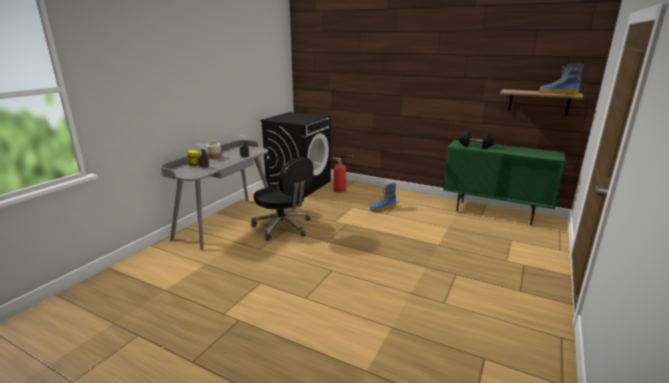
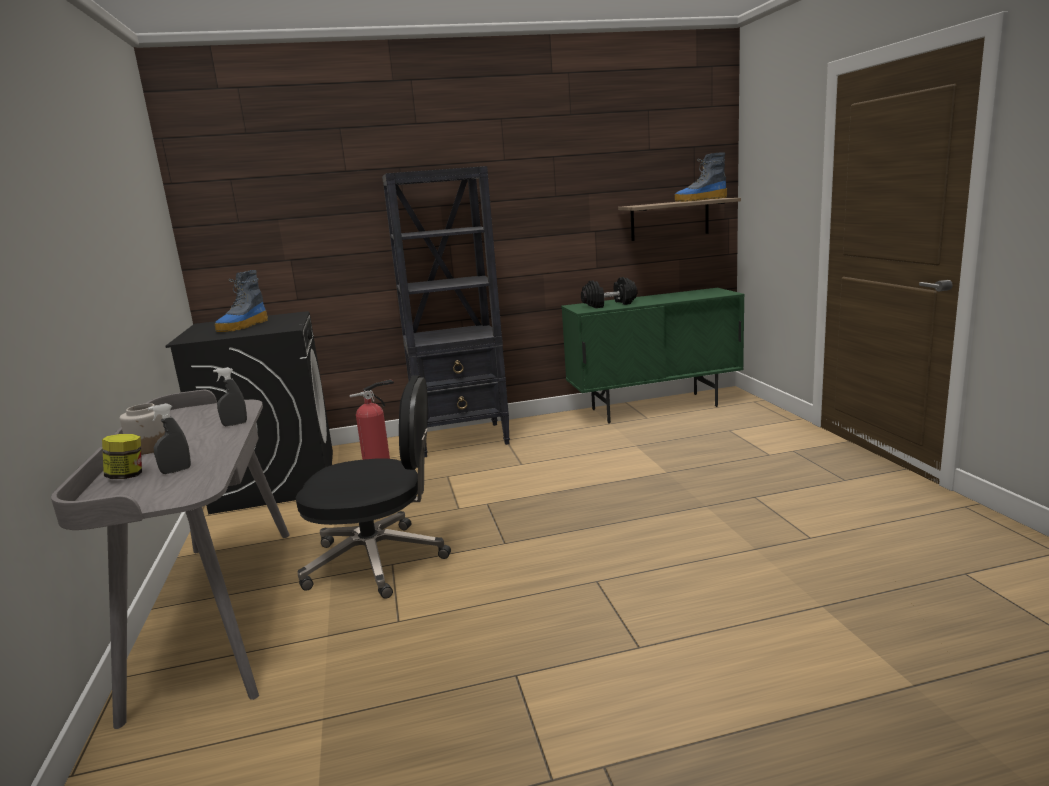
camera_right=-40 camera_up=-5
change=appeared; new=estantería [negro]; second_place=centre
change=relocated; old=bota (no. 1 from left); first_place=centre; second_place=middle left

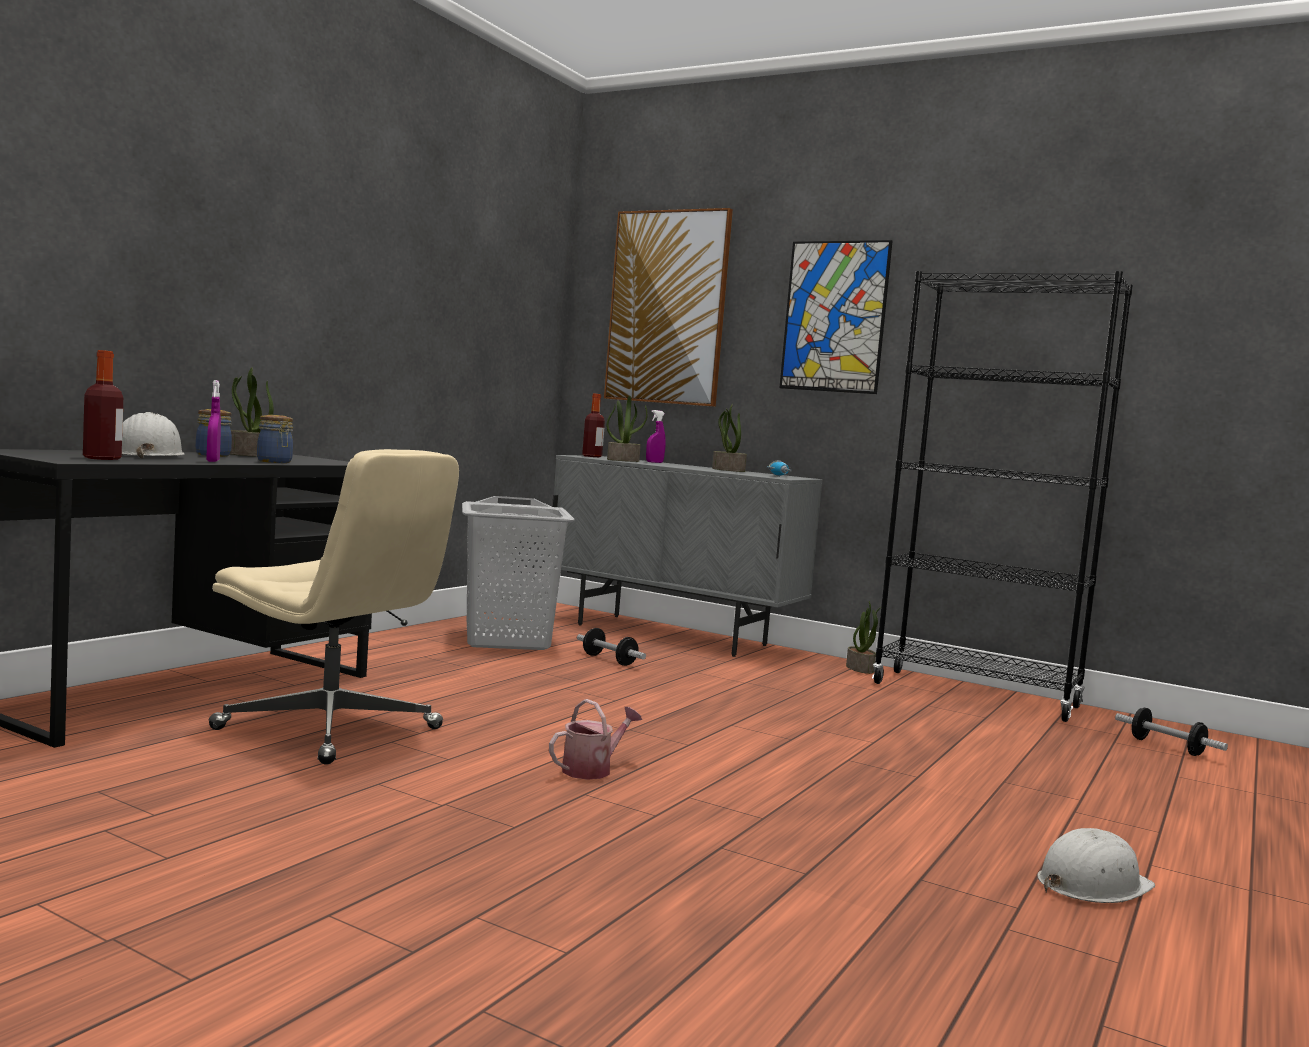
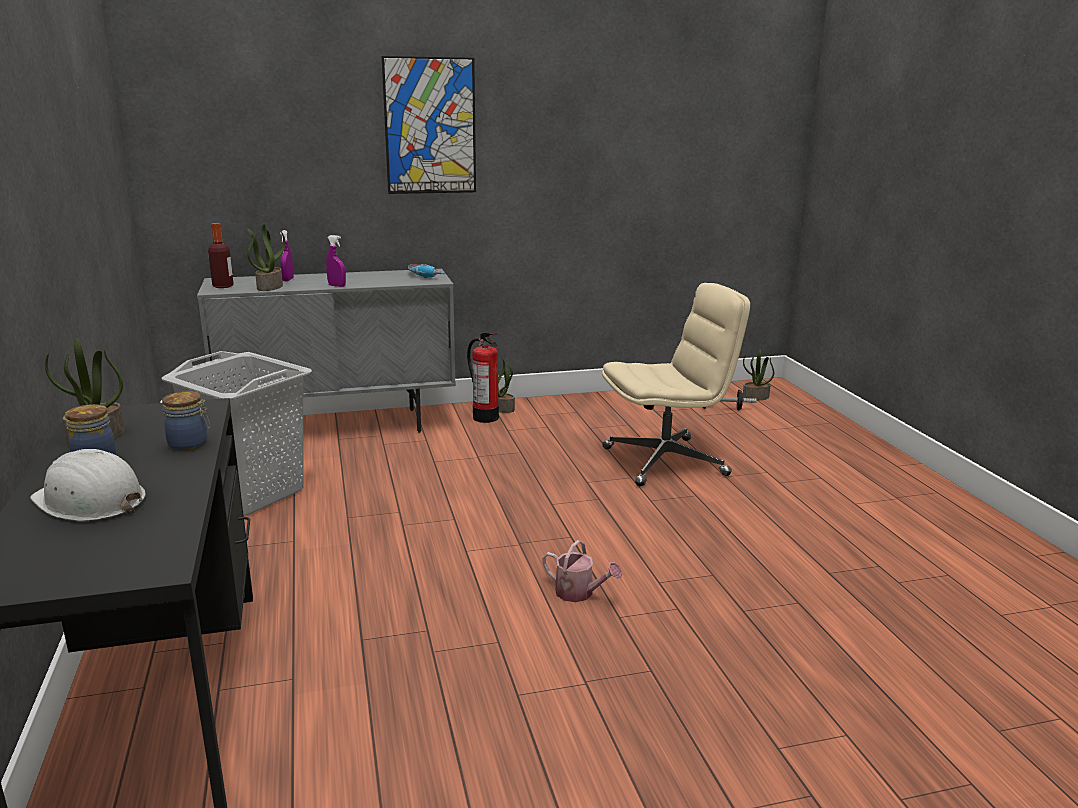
camera_right=-45 camera_up=15
change=missing; old=botella (no. 1 from left); first_place=middle left
change=missing; old=mancuerna (no. 1 from left); first_place=centre
change=missing; old=cuadro (no. 1 from left); first_place=top centre
change=missing; old=estantería [negro]; first_place=middle right
change=missing; old=casco [blanco] (no. 2 from left); first_place=bottom right
change=appeared; new=extintor; second_place=centre
change=relocated; old=pulverizador [morado] (no. 1 from left in the first image); new=pulverizador [morado] (no. 2 from left); first_place=middle left; second_place=top left
change=relocated; old=silla de oficina [beis]; first_place=middle left; second_place=centre
change=relocated; old=planta en maceta (no. 3 from left in the first image); new=planta en maceta (no. 4 from left); first_place=centre; second_place=middle right
change=spun; old=regadera; first_place=bottom centre; second_place=bottom centre; degrees=120

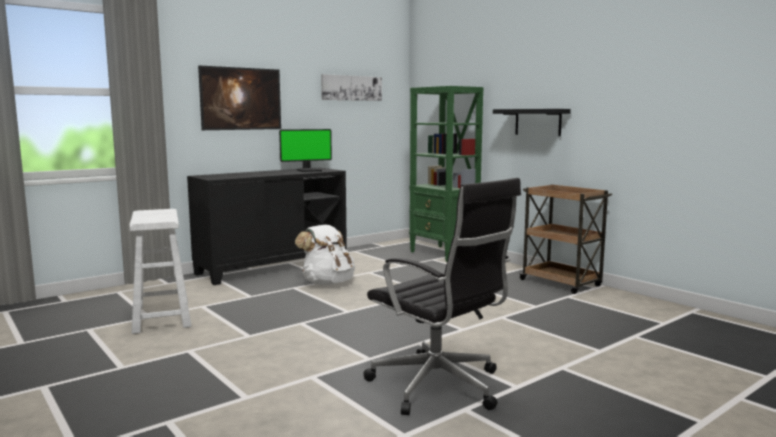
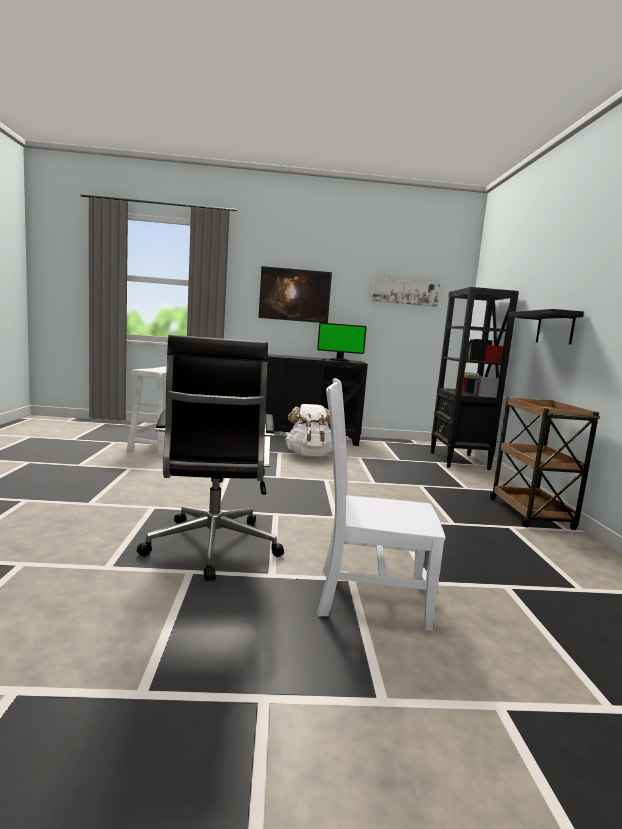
camera_right=35 camera_up=0
change=appeared; new=silla [blanco]; second_place=centre
change=colour; old=estantería [verde]; new=estantería [negro]; first_place=centre; second_place=middle right

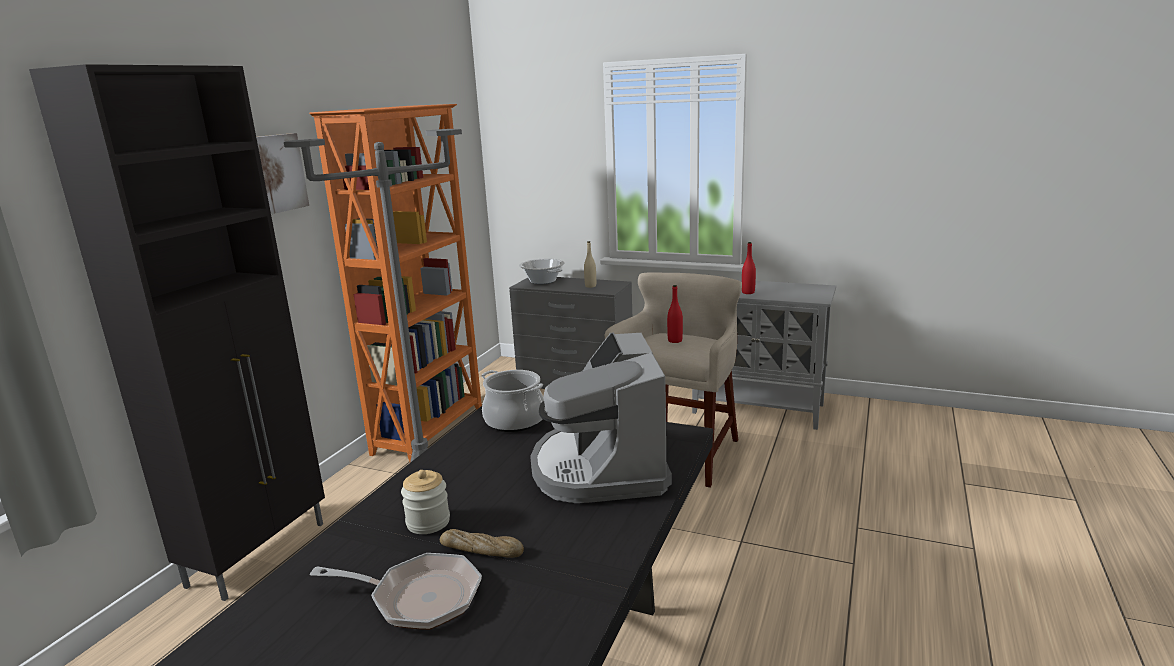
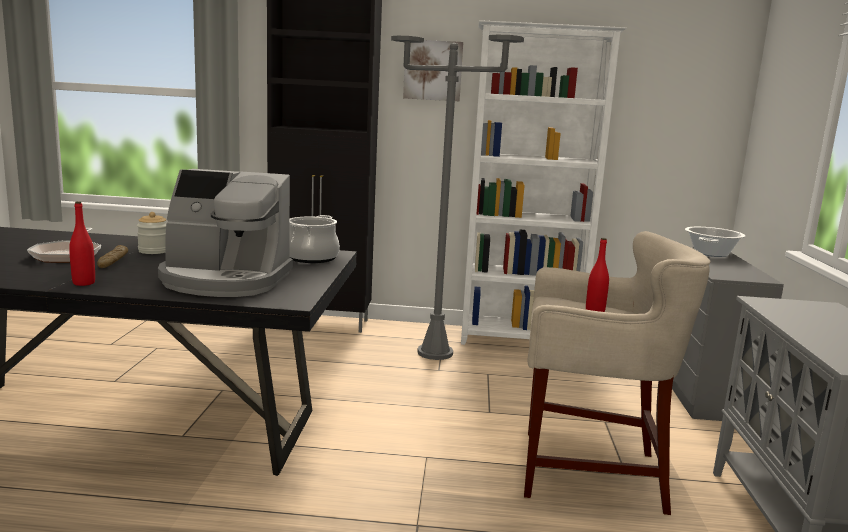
camera_right=70 camera_up=-5
change=missing; old=botella [beis]; first_place=centre
change=relocated; old=botella [rojo] (no. 2 from left in the first image); new=botella [rojo] (no. 1 from left); first_place=centre; second_place=middle left
change=colour; old=estantería [naranja]; new=estantería [blanco]; first_place=centre; second_place=centre
change=spun; old=cafetera; first_place=centre; second_place=middle left; degrees=-150

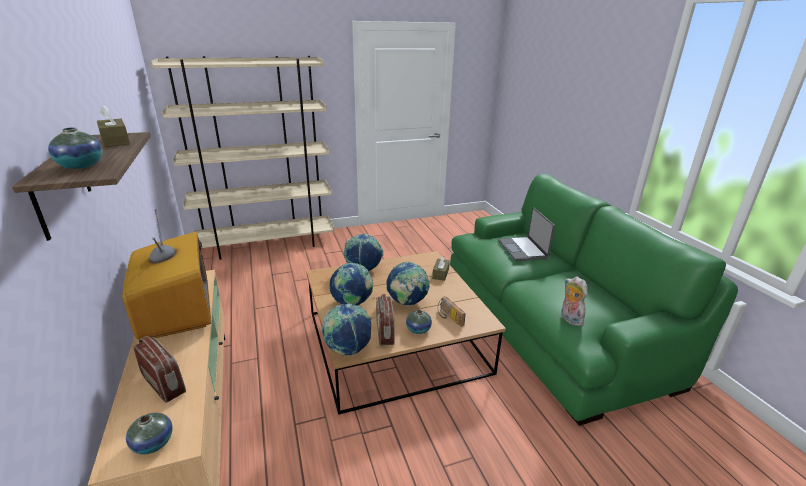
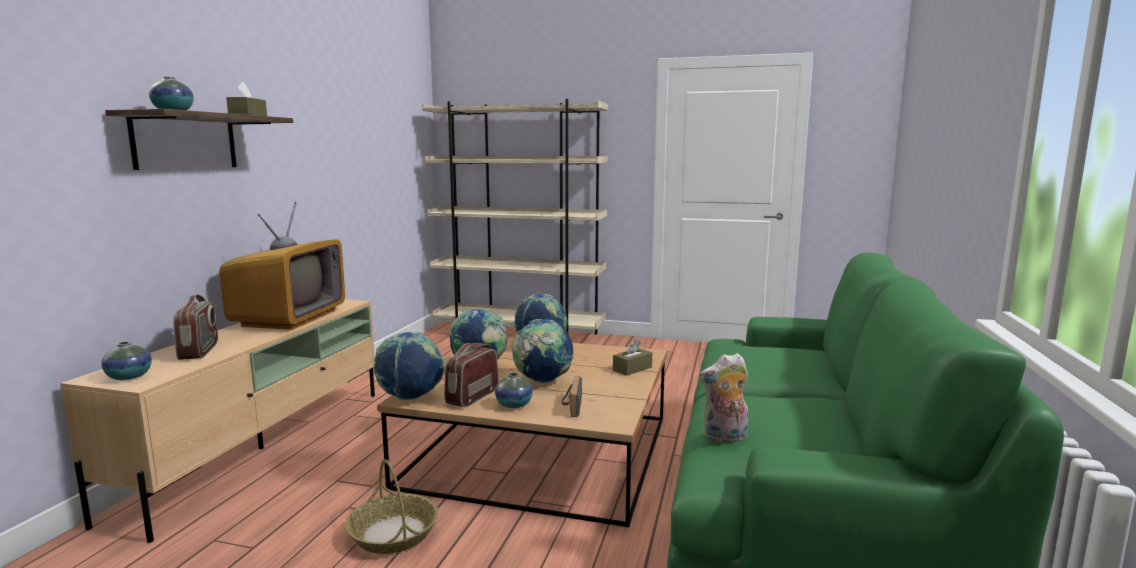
camera_right=35 camera_up=-15
change=missing; old=portátil; first_place=centre
change=appeared; new=cesta; second_place=bottom centre
change=spun; old=peluche; first_place=middle right; second_place=bottom centre; degrees=-105

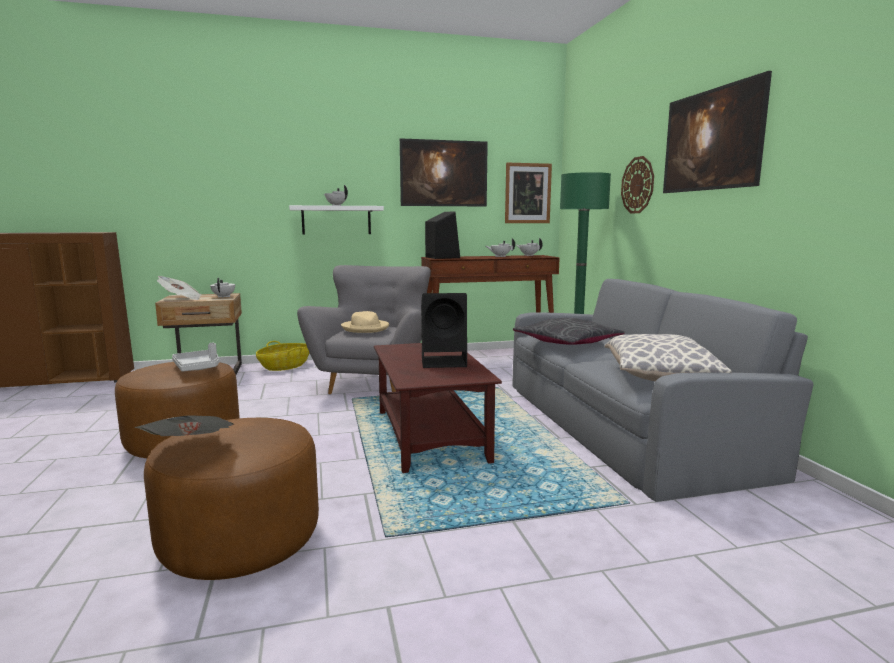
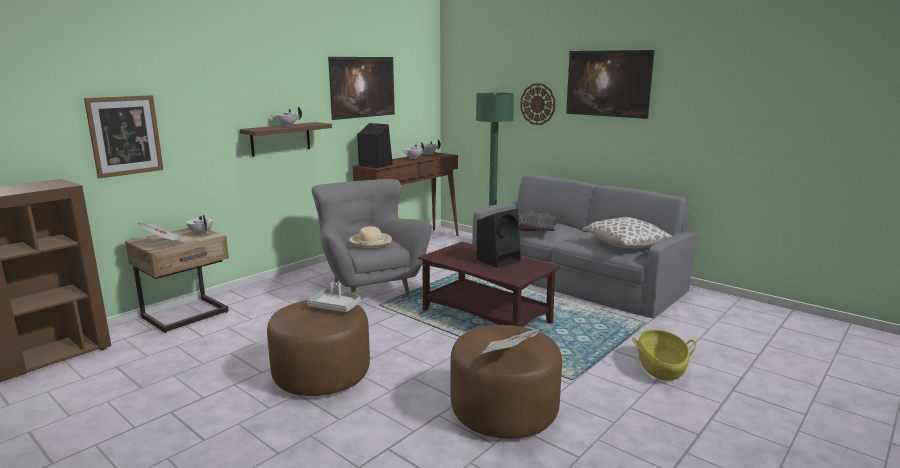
camera_right=-35 camera_up=5
change=relocated; old=cesta; first_place=middle left; second_place=bottom right
change=relocated; old=cuadro (no. 2 from left in the first image); new=cuadro (no. 1 from left); first_place=top centre; second_place=top left
change=colour; old=estante [blanco]; new=estante [marrón]; first_place=top centre; second_place=top left

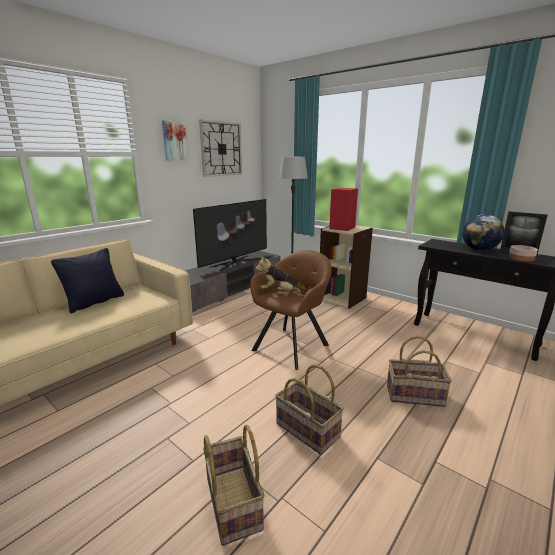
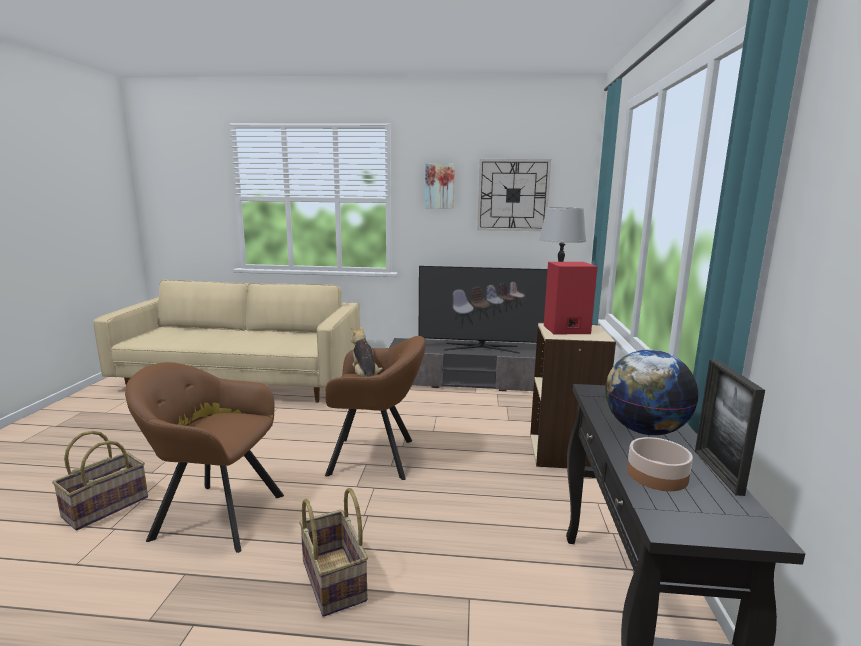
camera_right=55 camera_up=-5
change=missing; old=cojín [negro]; first_place=middle left
change=exchanged; old=cesta (no. 2 from left); new=sillón [marrón] (no. 1 from left); first_place=bottom centre; second_place=bottom left

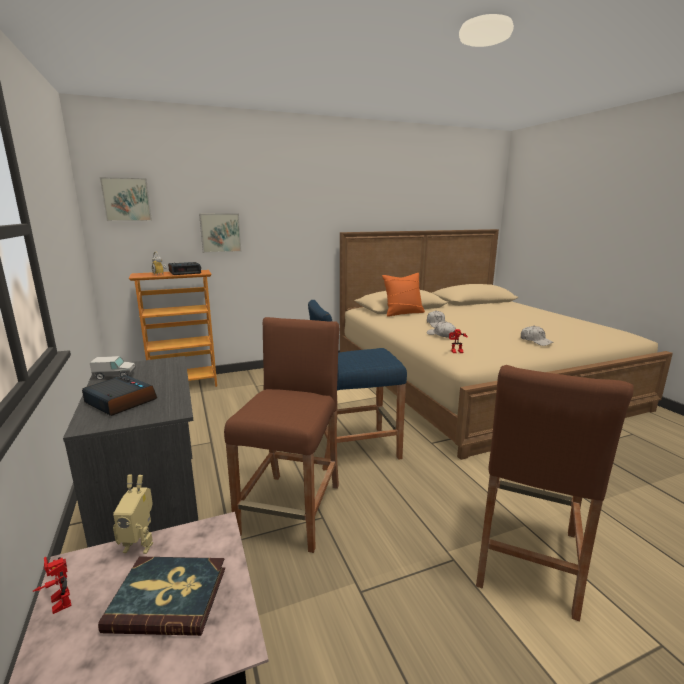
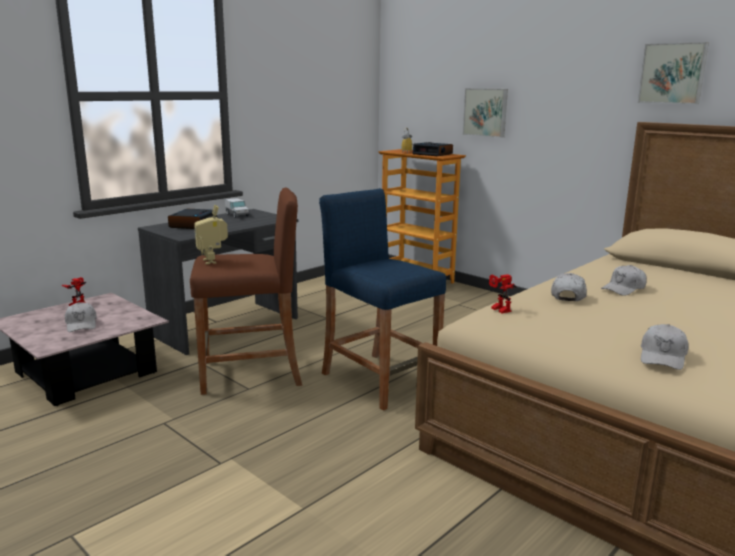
camera_right=65 camera_up=0
change=missing; old=cojín [naranja]; first_place=centre
change=missing; old=taburete [marrón] (no. 2 from left); first_place=bottom right
change=relocated; old=cuadro (no. 1 from left in the first image); new=cuadro (no. 2 from left); first_place=top left; second_place=top right
change=relocated; old=robot de juguete (no. 2 from left); first_place=bottom left; second_place=middle left
change=exchanged; old=libro; new=gorra [blanco] (no. 1 from left); first_place=bottom left; second_place=middle left

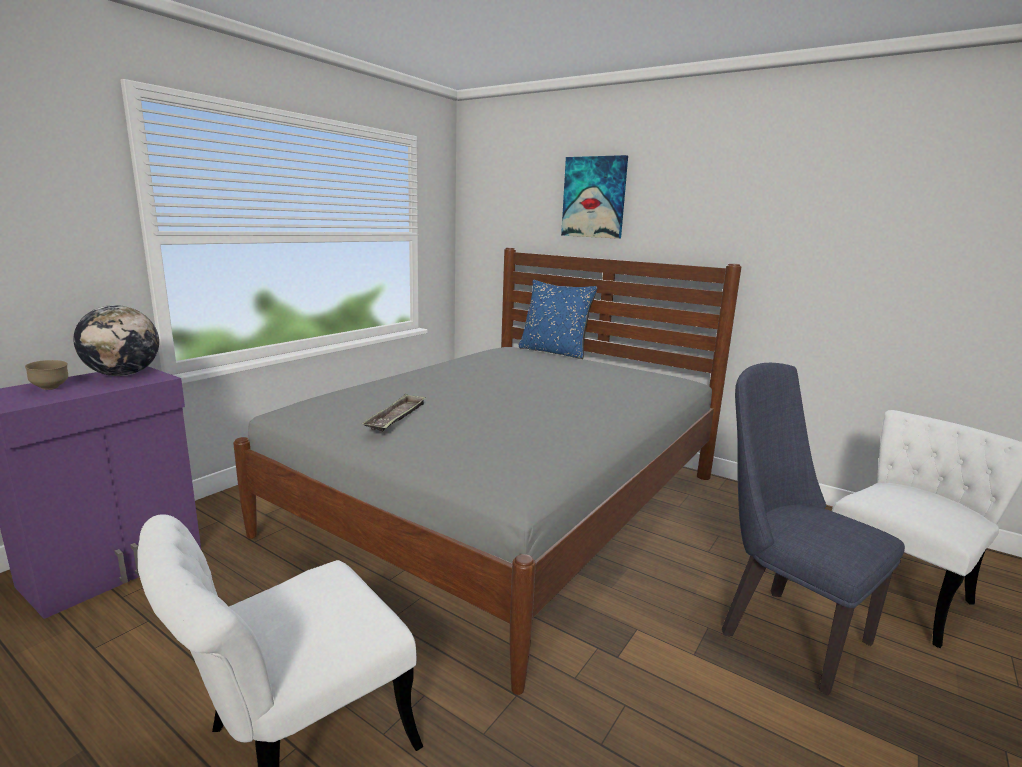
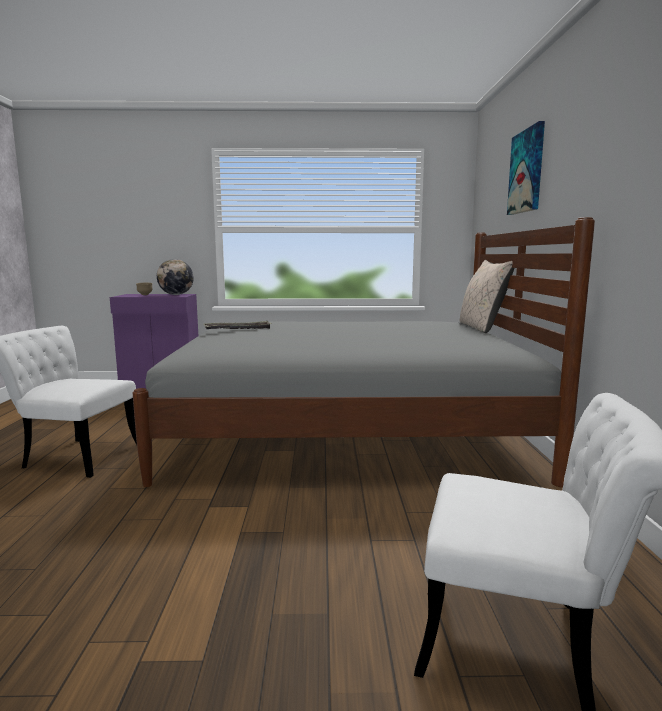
camera_right=55 camera_up=-5
change=missing; old=silla [azul]; first_place=bottom right
change=colour; old=cojín [azul]; new=cojín [beis]; first_place=centre; second_place=middle right

